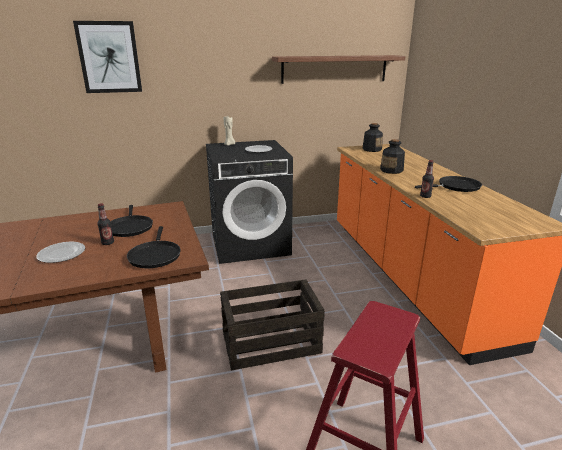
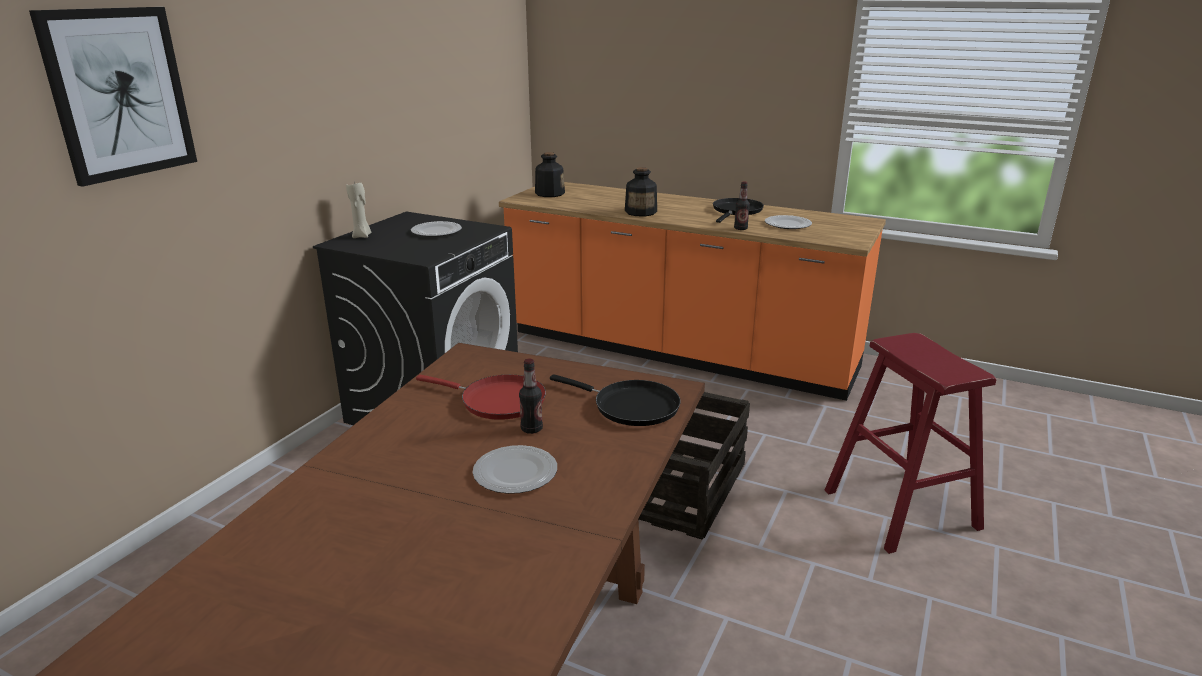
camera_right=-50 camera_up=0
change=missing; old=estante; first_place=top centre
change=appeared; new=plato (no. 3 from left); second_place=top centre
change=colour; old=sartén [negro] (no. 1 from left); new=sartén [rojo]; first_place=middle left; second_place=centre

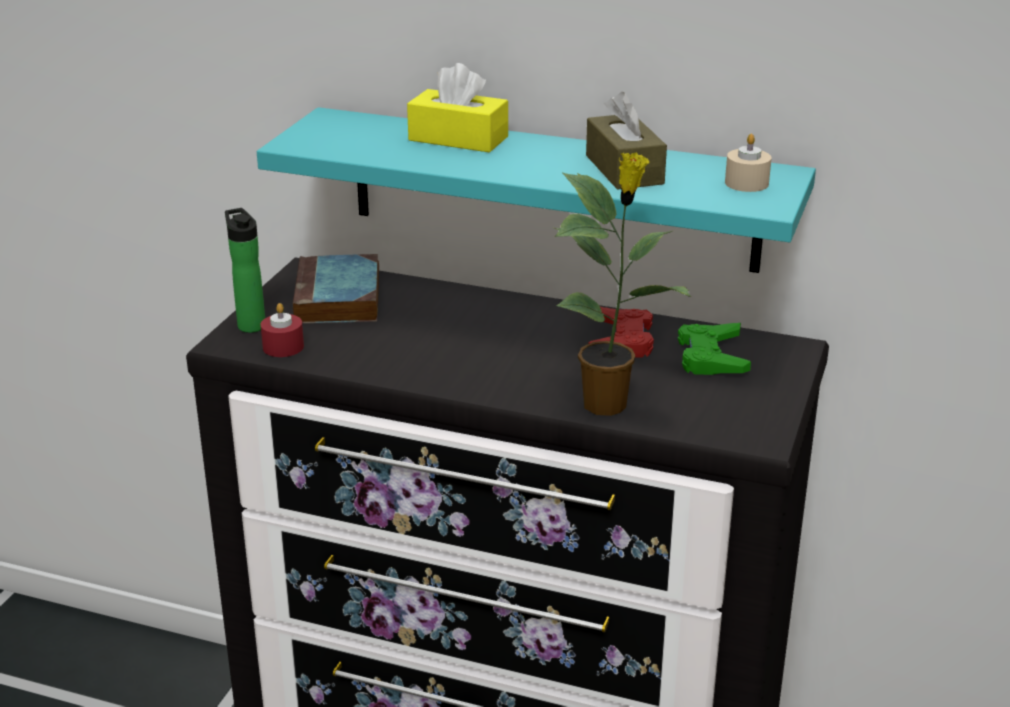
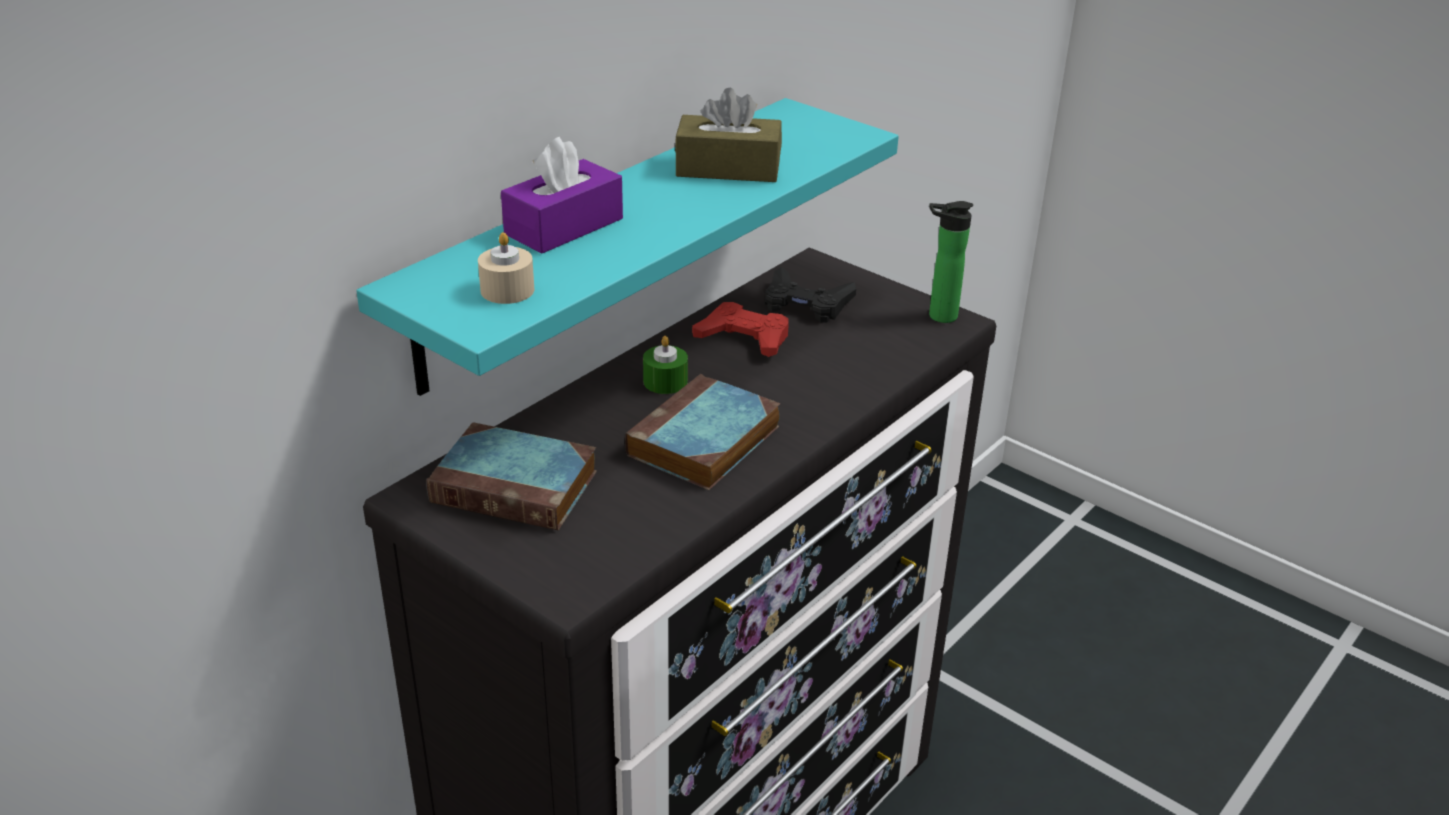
camera_right=-70 camera_up=5
change=missing; old=vela [rojo]; first_place=middle left
change=missing; old=planta en maceta; first_place=centre
change=appeared; new=libro (no. 2 from left); second_place=centre
change=appeared; new=vela [verde]; second_place=centre
change=relocated; old=botella; first_place=middle left; second_place=top centre
change=relocated; old=vela [beis]; first_place=top right; second_place=top centre
change=colour; old=caja de pañuelos [amarillo]; new=caja de pañuelos [morado]; first_place=top centre; second_place=top centre
change=colour; old=mando de consola [verde]; new=mando de consola [negro]; first_place=middle right; second_place=centre

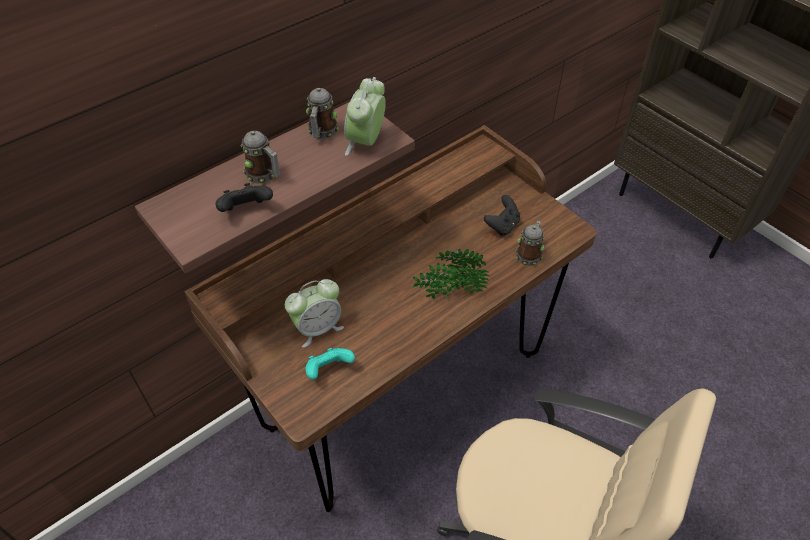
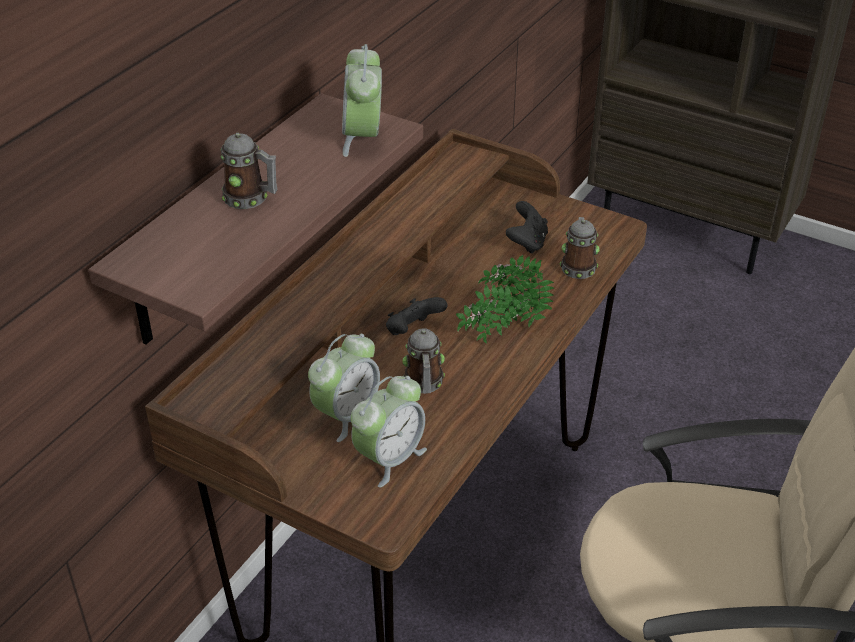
camera_right=-20 camera_up=-10
change=relocated; old=mando de consola [negro] (no. 1 from left); first_place=middle left; second_place=centre
change=relocated; old=taza grande (no. 2 from left); first_place=top centre; second_place=centre
change=exchanged; old=mando de consola [turquesa]; new=despertador (no. 3 from left); first_place=bottom centre; second_place=bottom centre

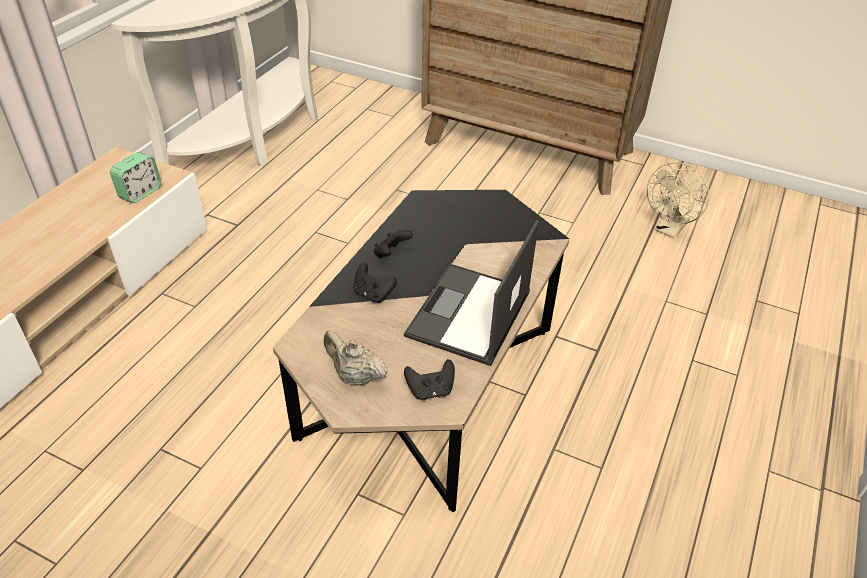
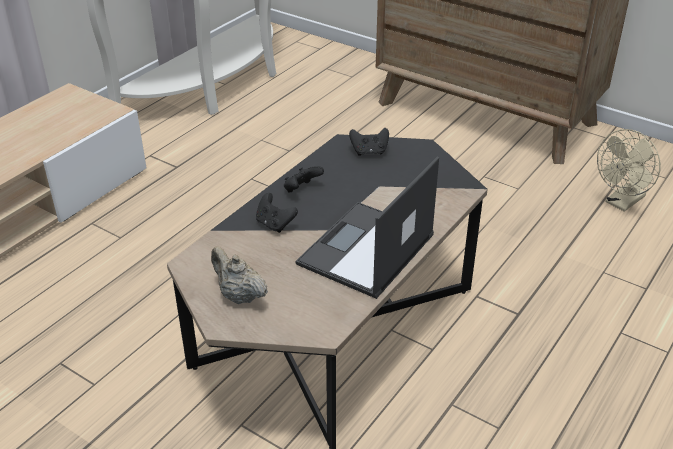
camera_right=10 camera_up=-5
change=missing; old=despertador; first_place=top left
change=relocated; old=mando de consola [negro] (no. 3 from left); first_place=centre; second_place=top centre

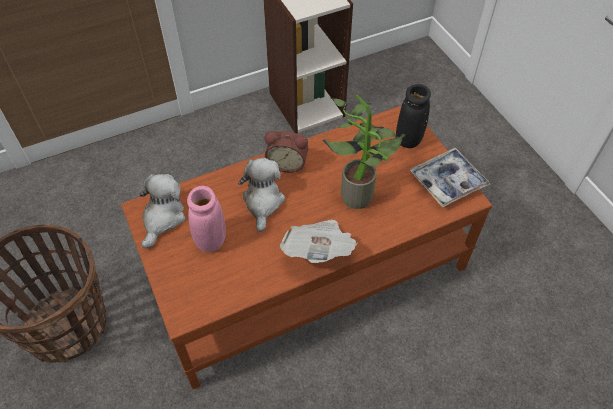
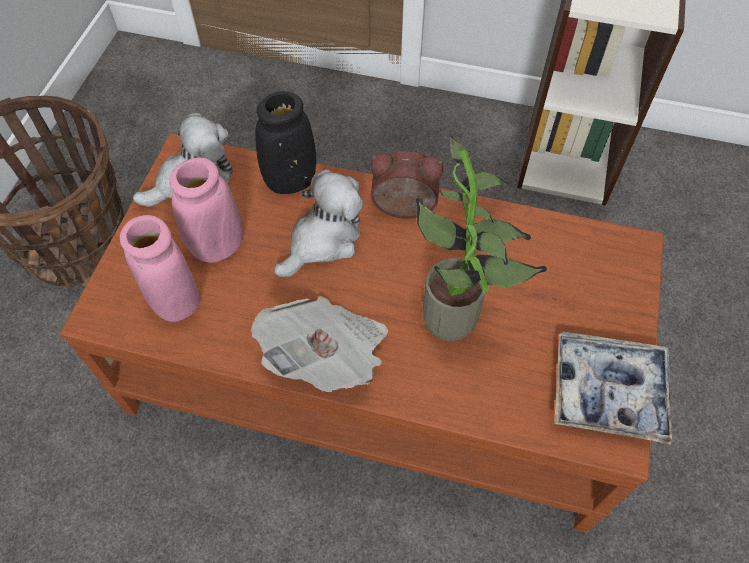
camera_right=40 camera_up=5
change=appeared; new=florero [rosa] (no. 1 from left); second_place=middle left
change=relocated; old=florero [negro]; first_place=top right; second_place=top centre
change=spun; old=despertador; first_place=centre; second_place=top centre; degrees=135

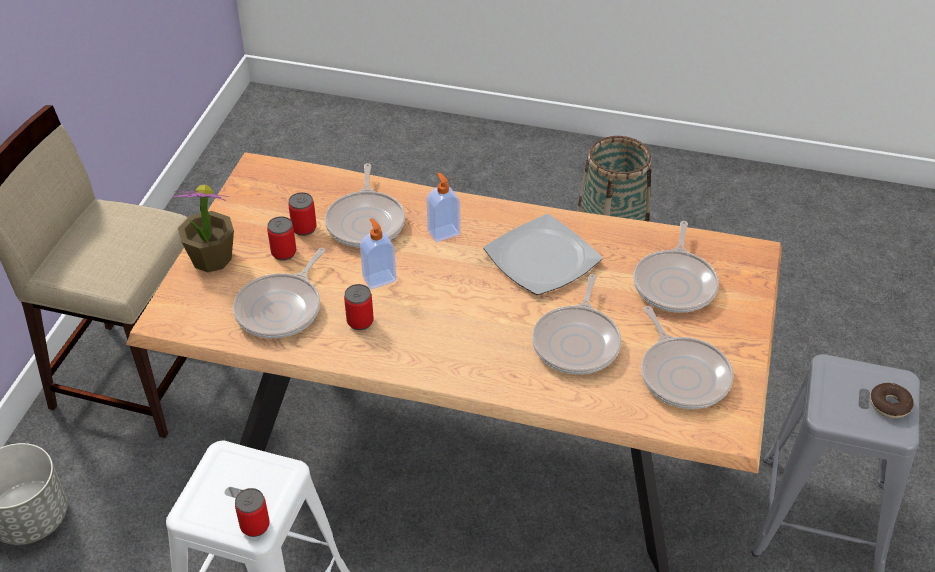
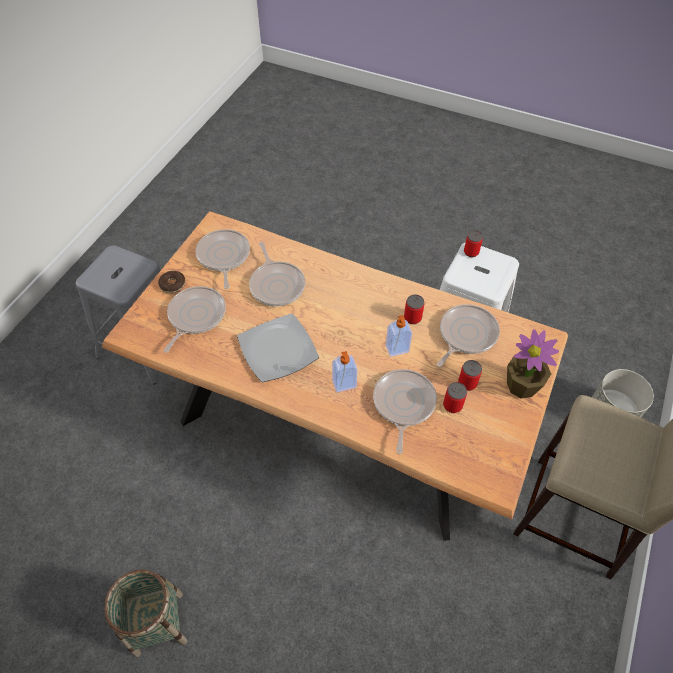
camera_right=-170 camera_up=10
change=relocated; old=rosquilla; first_place=bottom right; second_place=middle left
change=spun; old=sartén (no. 3 from left); first_place=centre; second_place=centre; degrees=135

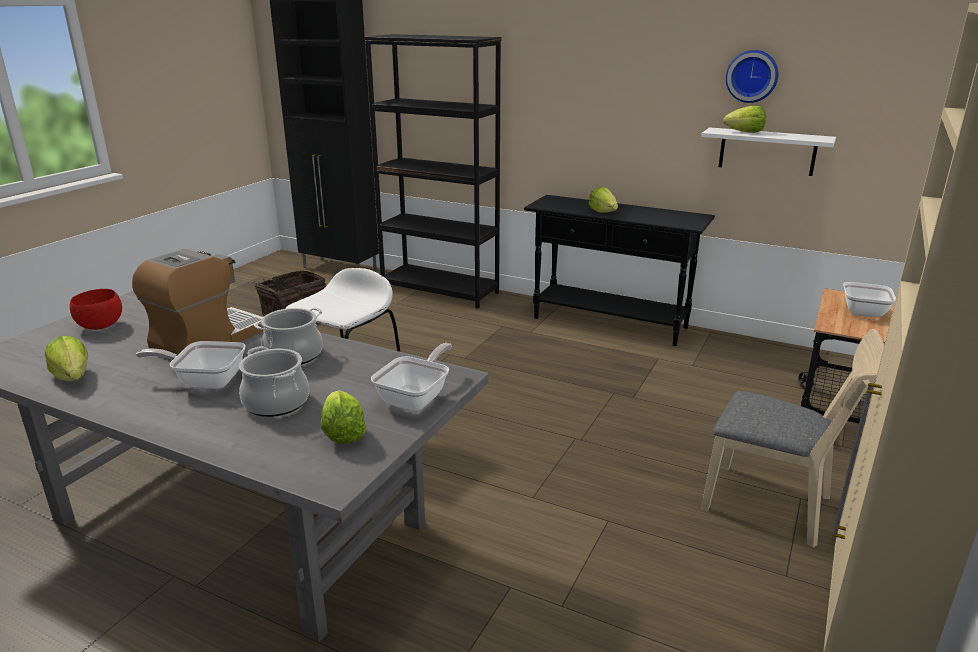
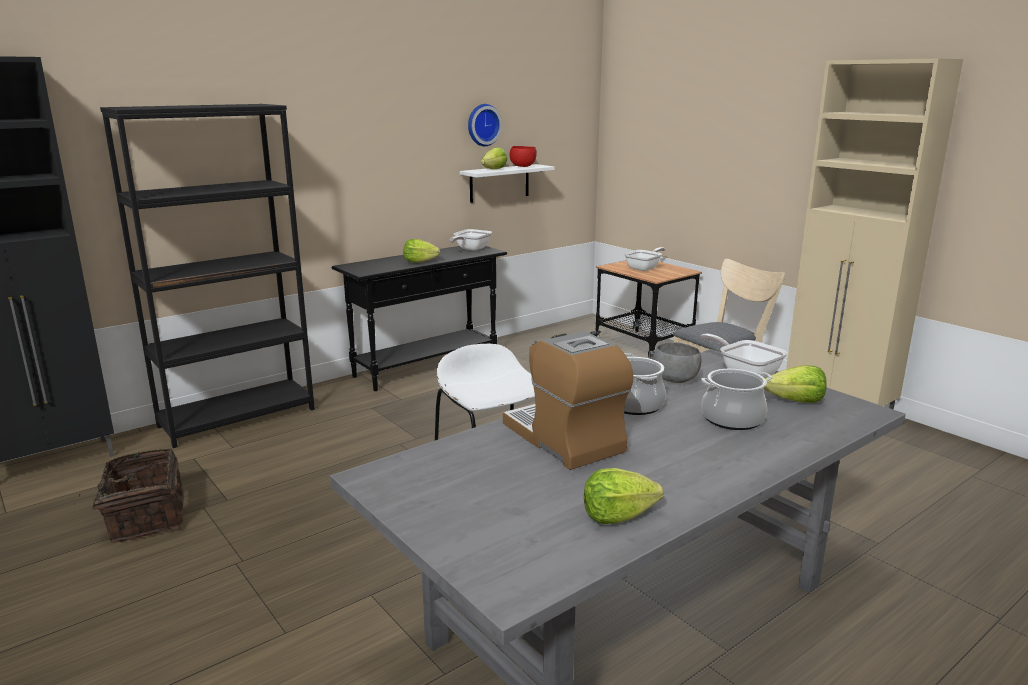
camera_right=-65 camera_up=-5
change=appeared; new=cuenco [gris]; second_place=centre
change=relocated; old=cuenco [rojo]; first_place=middle left; second_place=top centre
change=relocated; old=sartén (no. 1 from left); first_place=middle left; second_place=centre

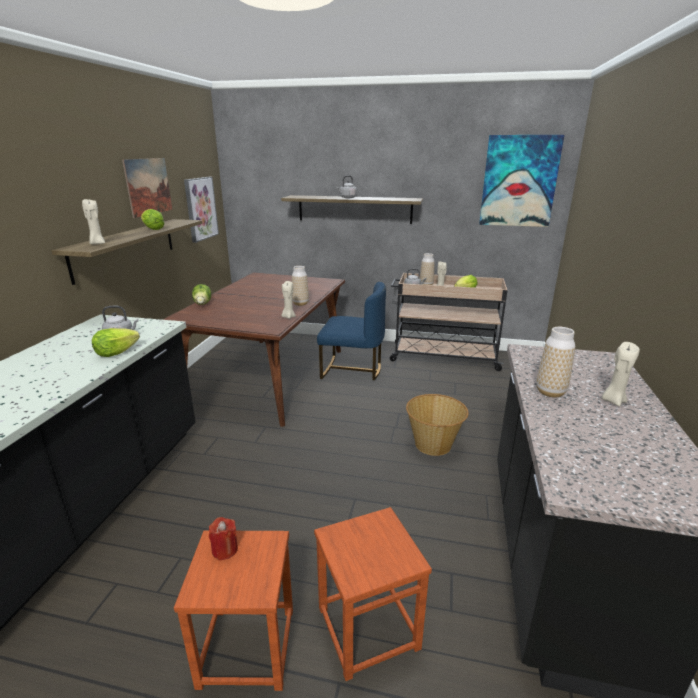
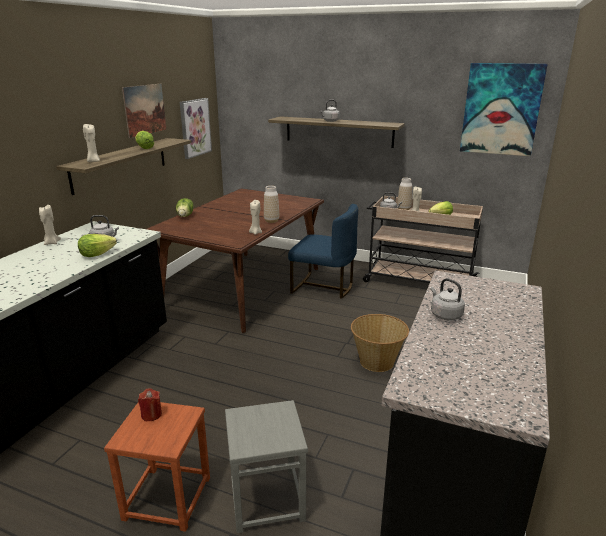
camera_right=10 camera_up=0
change=relocated; old=vela [beis] (no. 4 from left in the first image); new=vela [beis] (no. 1 from left); first_place=middle right; second_place=middle left
change=exchanged; old=florero (no. 3 from left); new=hervidor [gris] (no. 4 from left); first_place=middle right; second_place=middle right
change=colour; old=taburete [marrón] (no. 2 from left); new=taburete [gris]; first_place=bottom centre; second_place=bottom centre

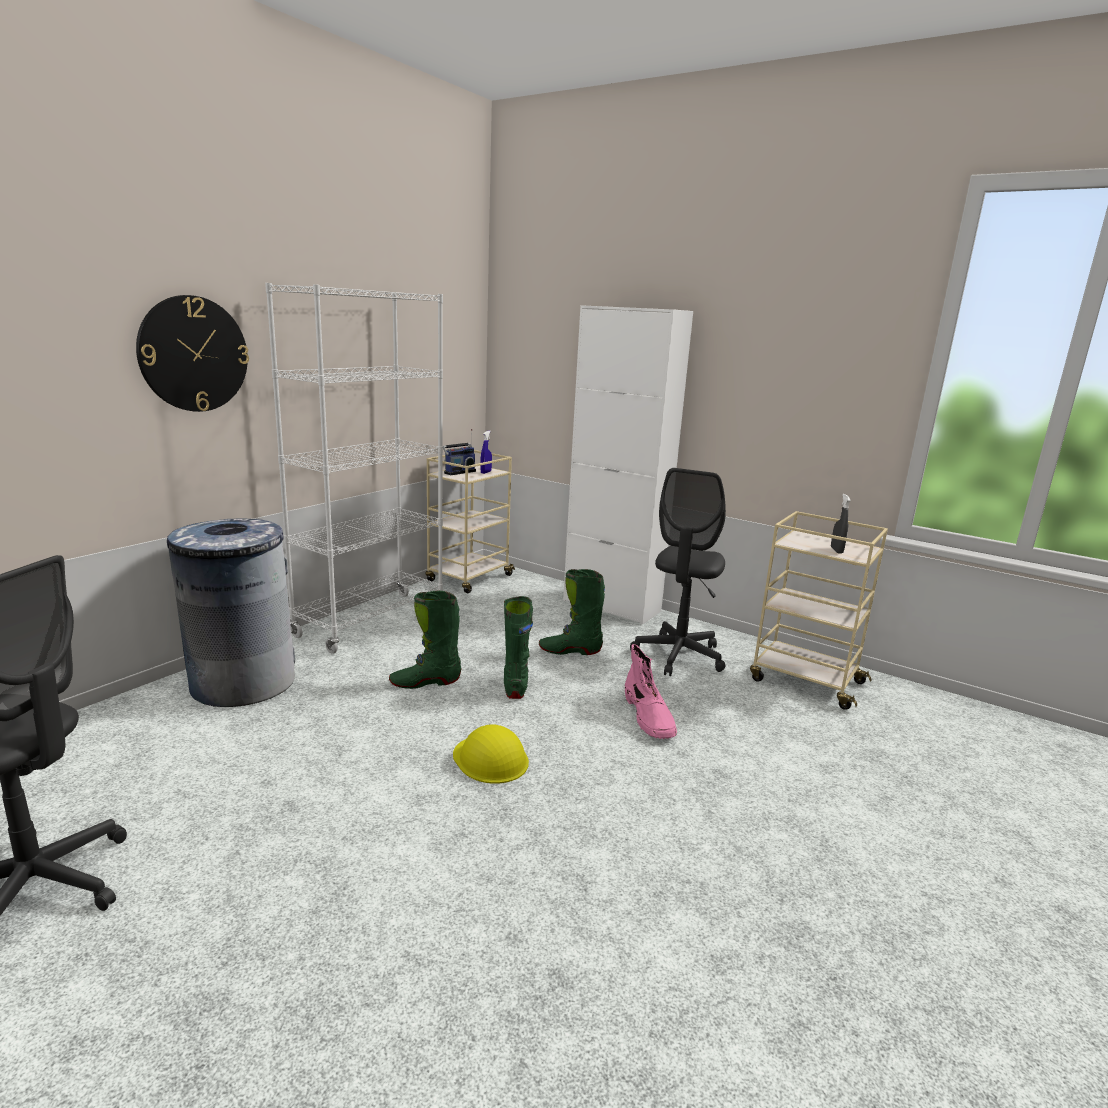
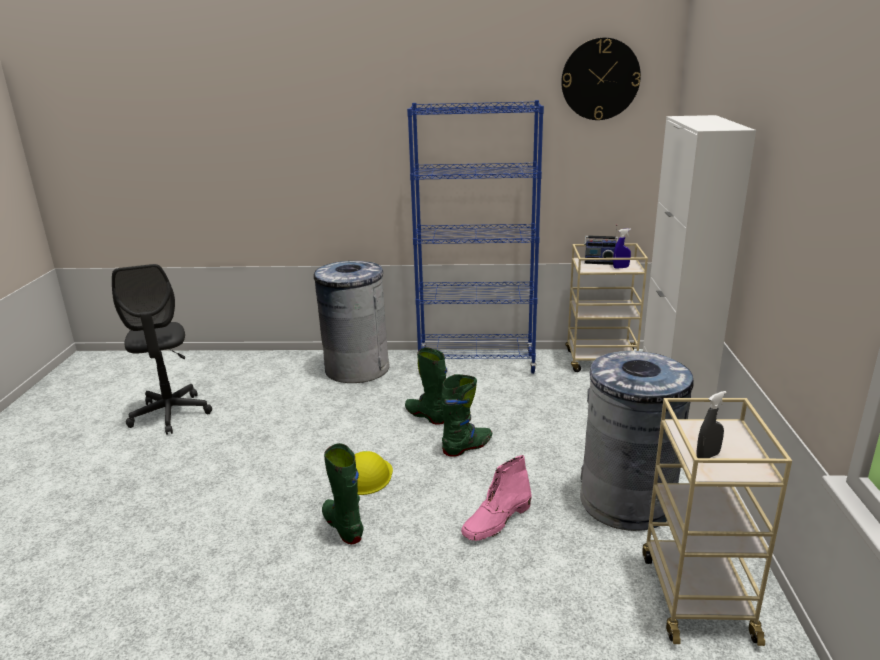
camera_right=60 camera_up=5
change=relocated; old=reloj de pared; first_place=top left; second_place=top right
change=relocated; old=bota [verde] (no. 3 from left in the first image); new=bota [verde] (no. 1 from left); first_place=centre; second_place=bottom centre
change=exchanged; old=silla de oficina [gris] (no. 2 from left); new=papelera [gris] (no. 2 from left); first_place=centre; second_place=bottom right
change=colour; old=estantería [blanco]; new=estantería [azul]; first_place=middle left; second_place=centre

